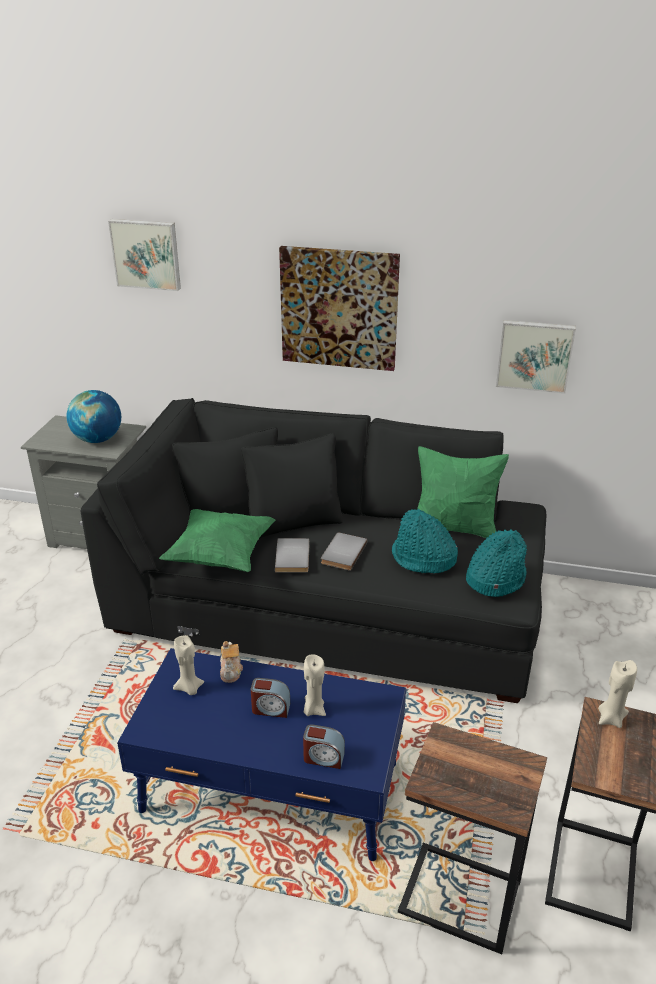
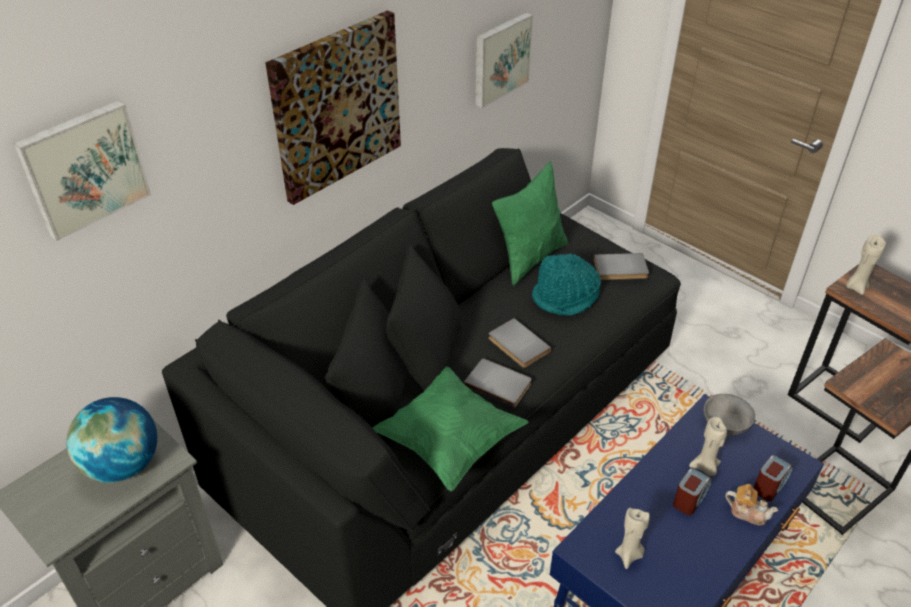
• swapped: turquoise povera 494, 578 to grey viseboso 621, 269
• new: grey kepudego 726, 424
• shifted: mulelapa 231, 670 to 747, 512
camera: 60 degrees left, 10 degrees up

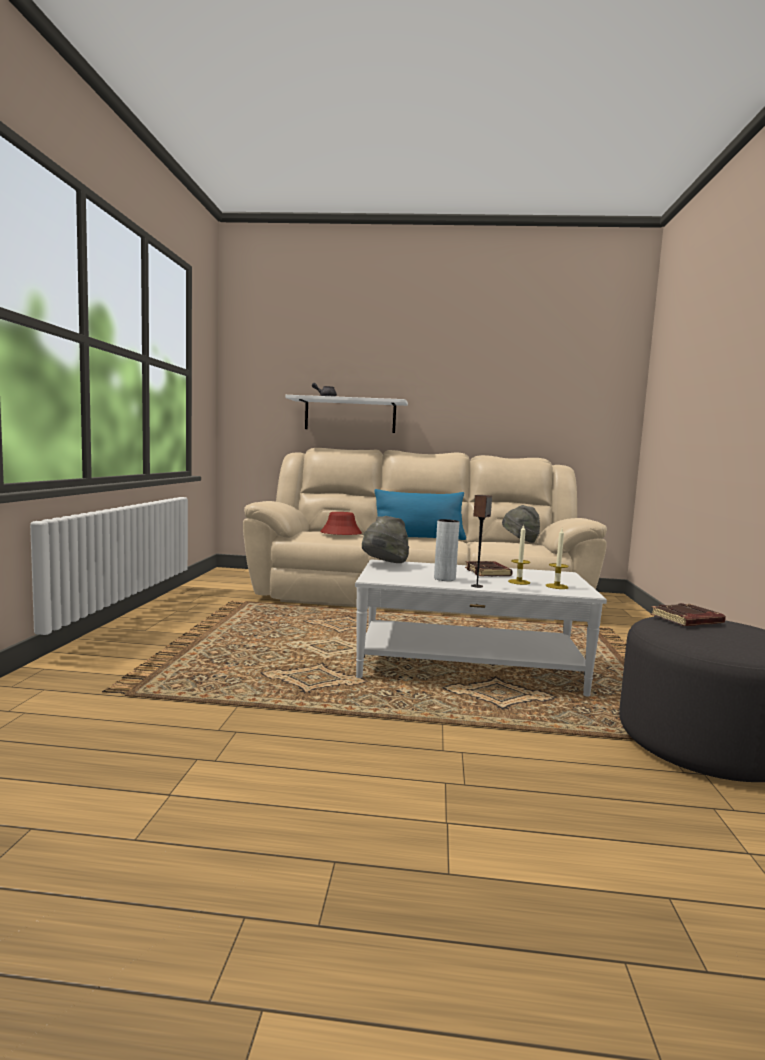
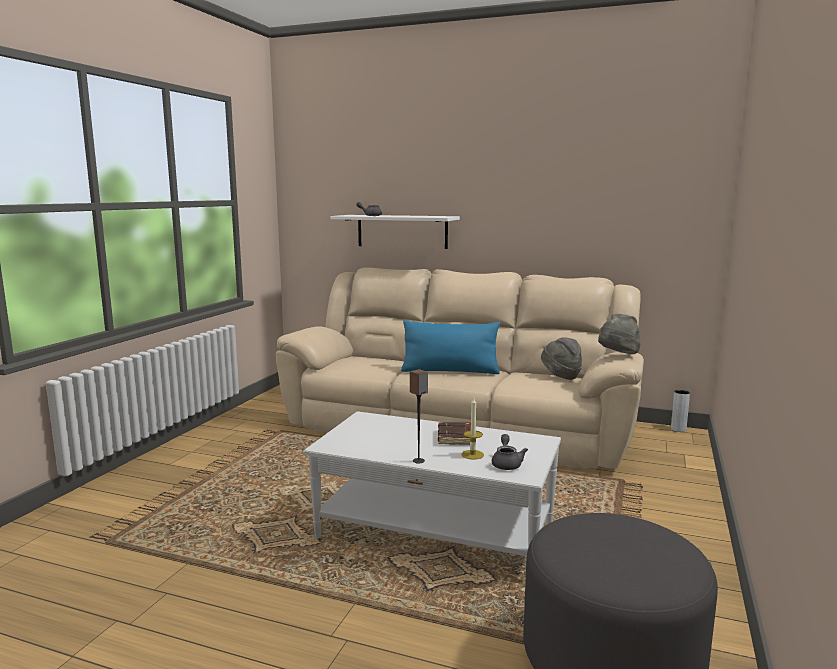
• swapped: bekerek 556, 586 to grey mulelapa 506, 463
• shifted: grey povera 384, 565 to 617, 355
• shifted: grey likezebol 444, 579 to 678, 429
• gone: red povera 340, 533
• gone: brown viseboso 687, 620
camera: 15 degrees right, 5 degrees up

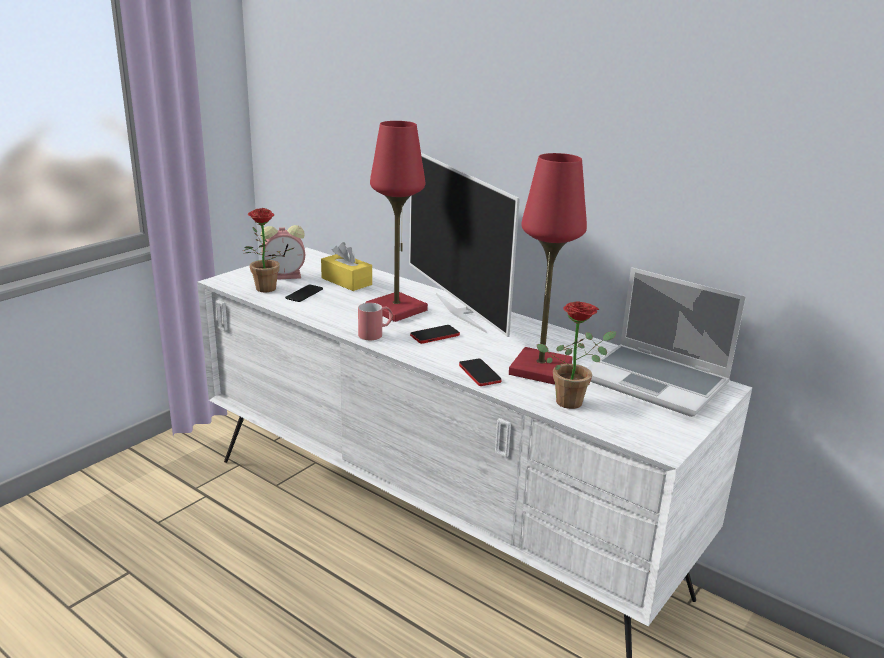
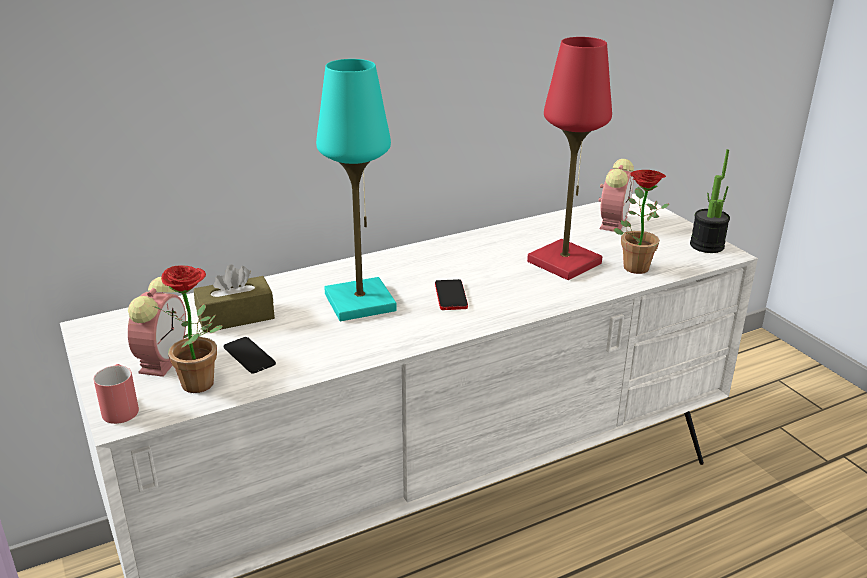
• shifted: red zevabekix 376, 334 to 121, 407
• repainted: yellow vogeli 346, 281 to brown vogeli 235, 317
• repainted: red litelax 396, 309 to turquoise litelax 360, 302
• swapped: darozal 657, 382 to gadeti 613, 222
• new: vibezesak 707, 246
• gone: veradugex 461, 312
• gone: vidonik 479, 373
camera: 65 degrees left, 5 degrees up

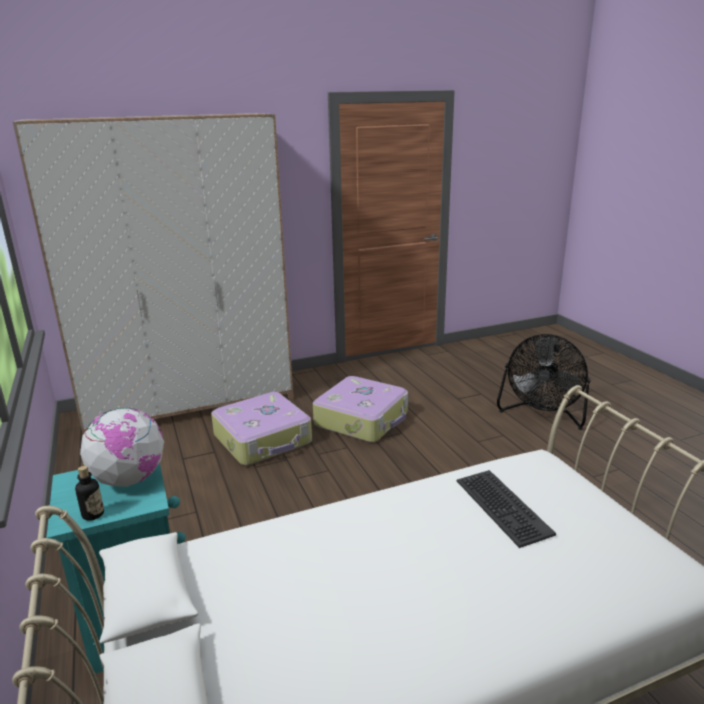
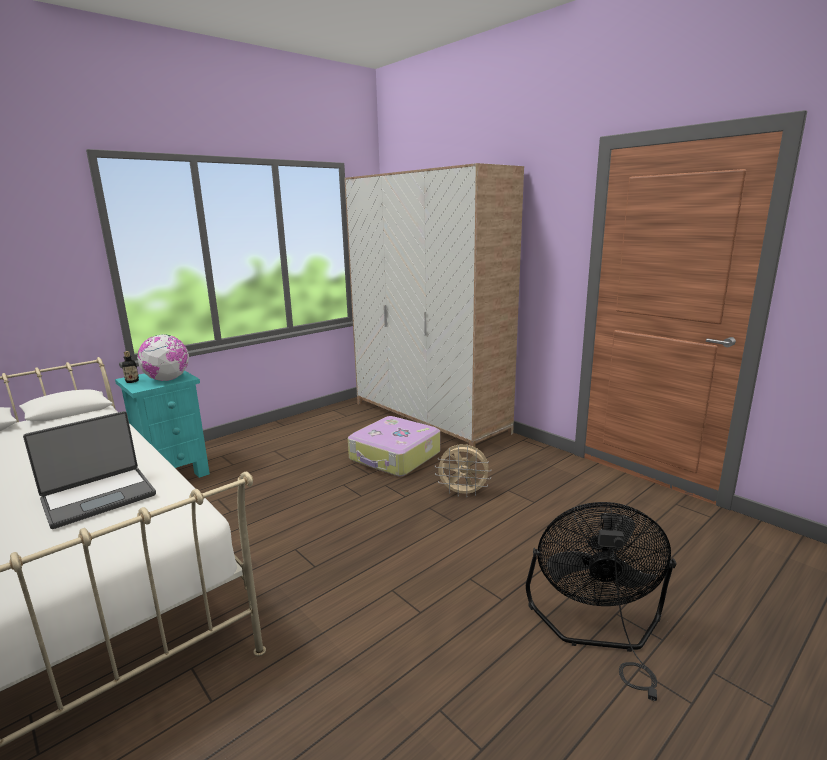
• swapped: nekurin 501, 507 to darozal 98, 497
• swapped: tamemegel 362, 419 to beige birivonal 463, 493
• rotated: black birivonal 540, 412 = 602, 632 90 degrees clockwise
camera: 70 degrees right, 5 degrees down

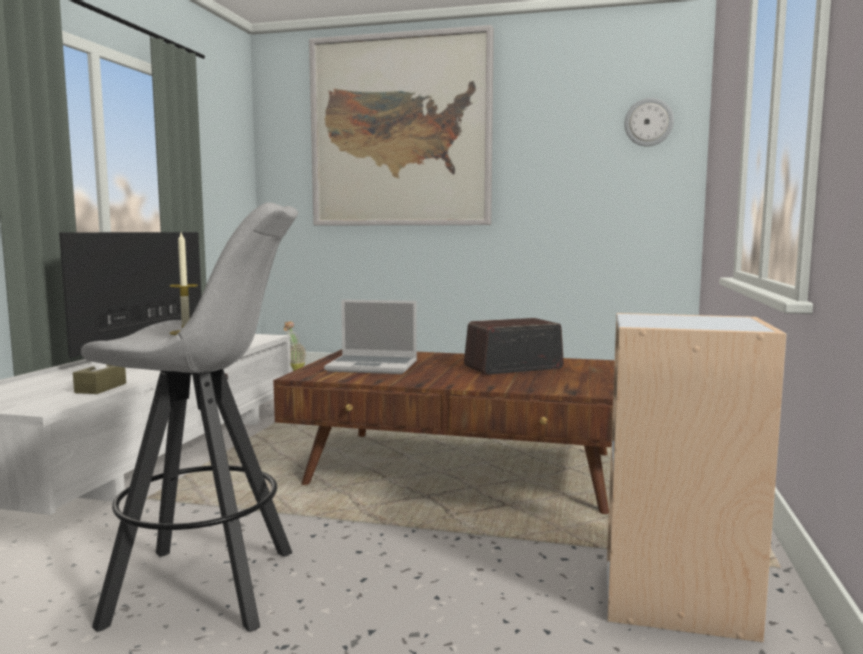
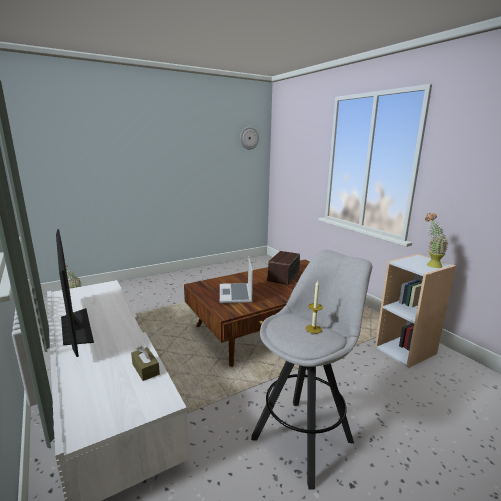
• rotated: darozal 373, 366 = 236, 294 120 degrees clockwise
• new: vibezesak 430, 264
• gone: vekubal 401, 131
camera: 45 degrees left, 10 degrees up

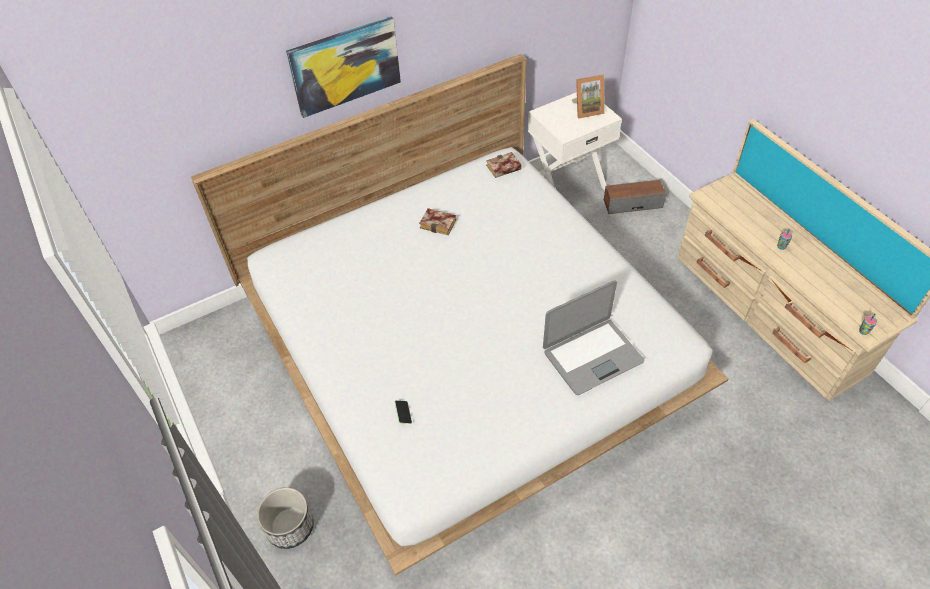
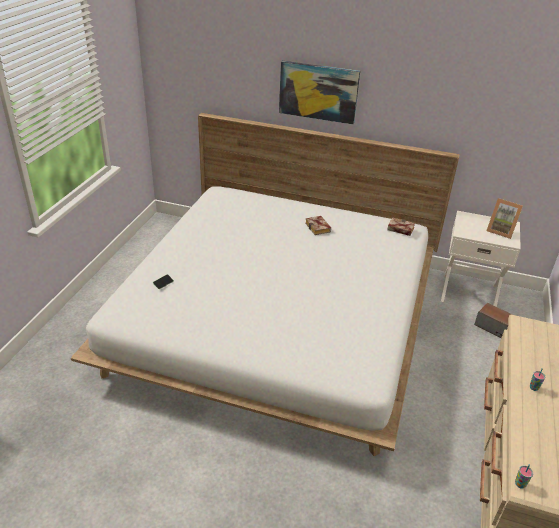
• gone: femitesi 290, 526
• gone: darozal 592, 356
camera: 45 degrees right, 15 degrees down

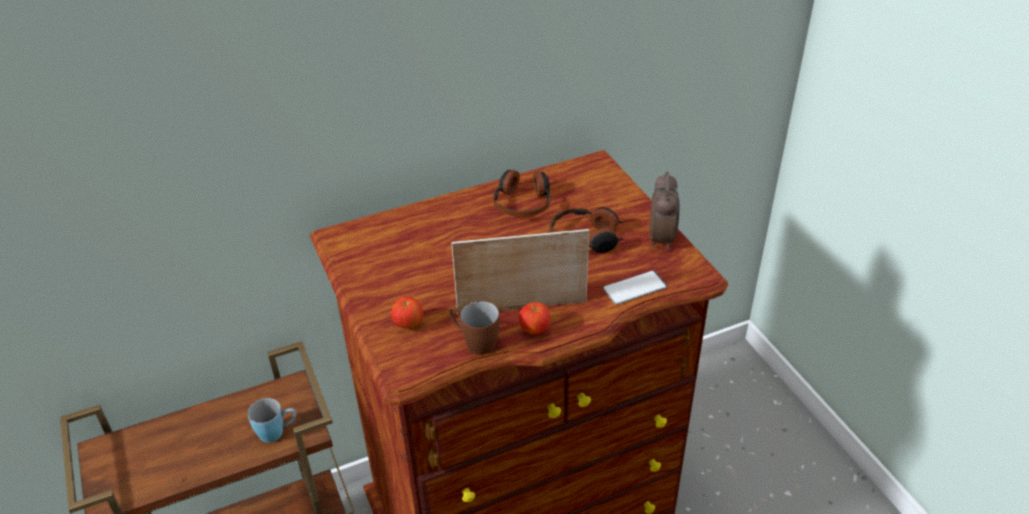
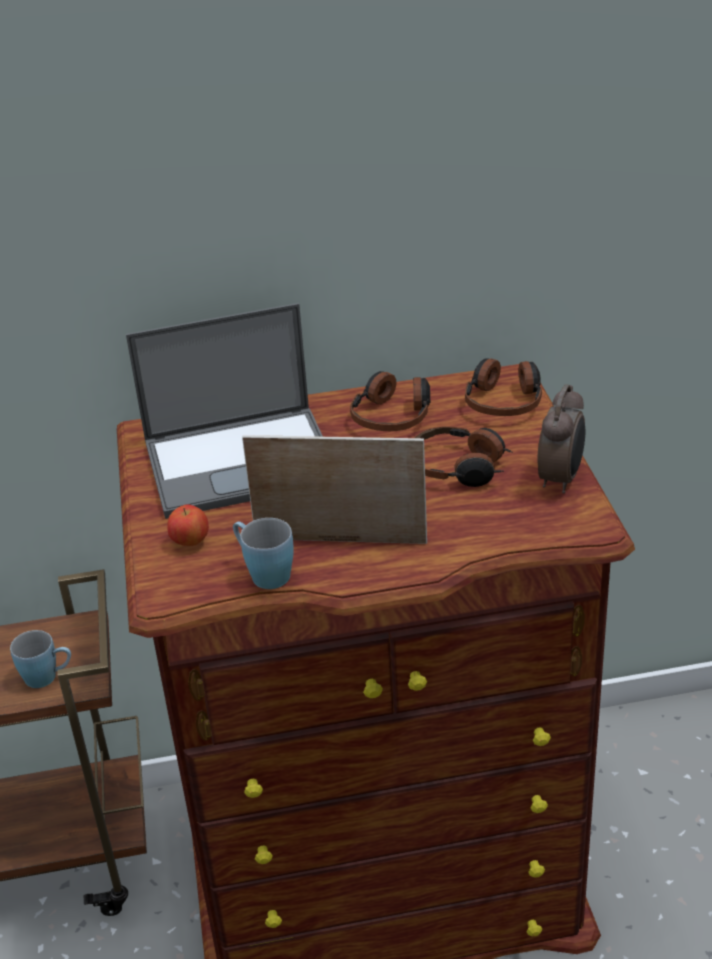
• new: darozal 243, 461
• repainted: brown zevabekix 474, 342 to blue zevabekix 263, 573
• new: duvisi 504, 400
• gone: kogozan 535, 329
• gone: vidonik 635, 288
camera: 15 degrees right, 5 degrees down

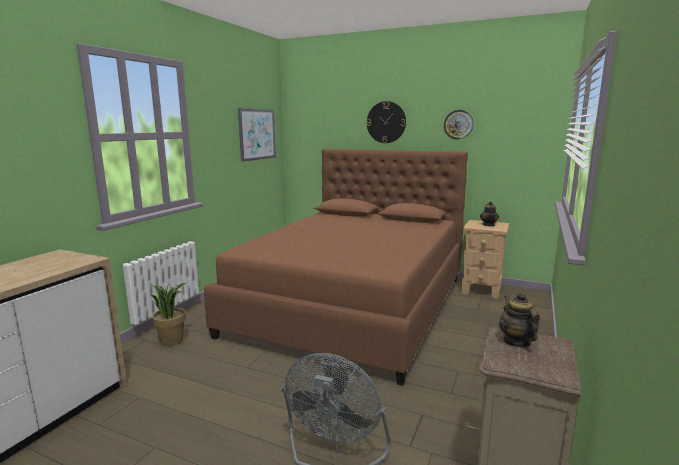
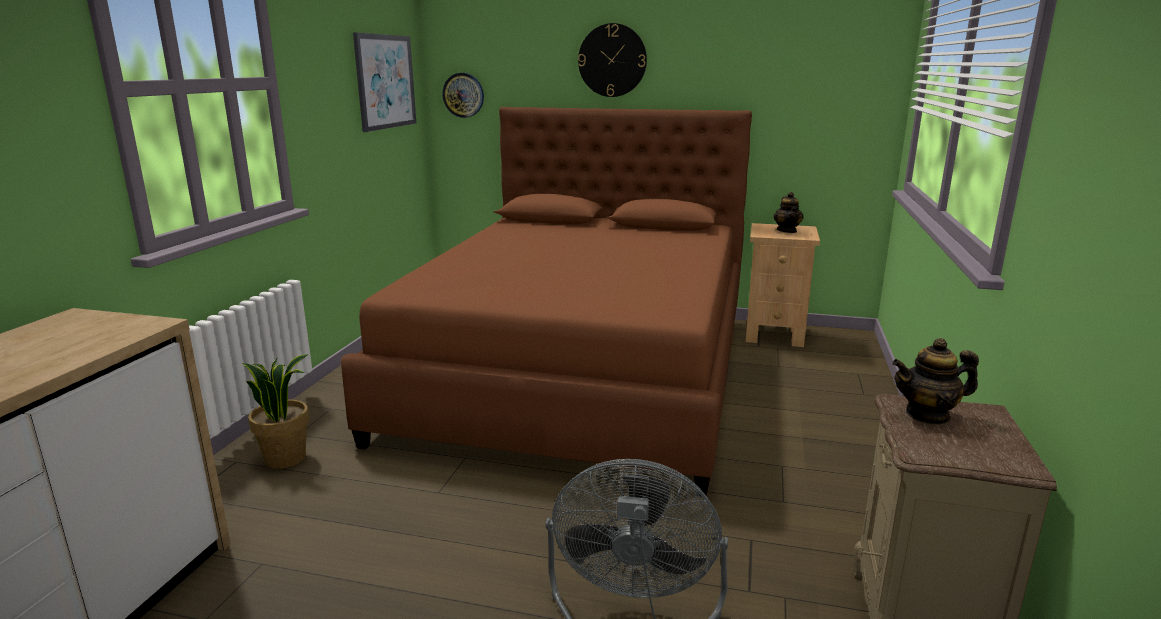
• shifted: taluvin 458, 124 to 463, 95
• rotated: mulelapa 516, 341 = 928, 415 75 degrees counterclockwise
camera: 10 degrees left, 5 degrees up

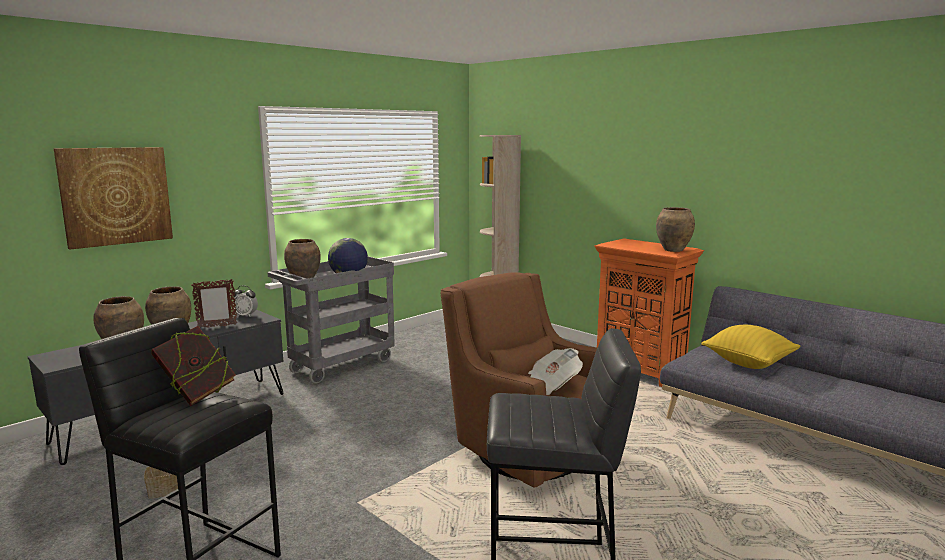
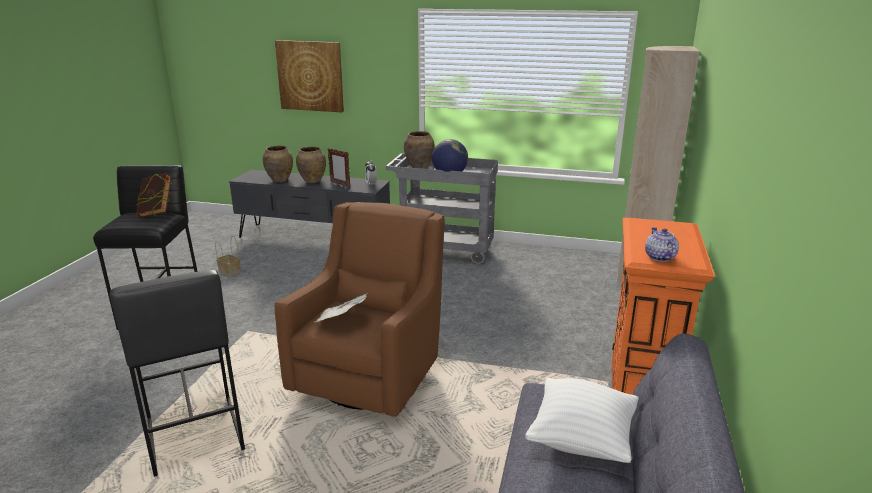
• repainted: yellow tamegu 748, 363 to white tamegu 581, 439
• swapped: brown likezebol 673, 250 to mulelapa 659, 257
camera: 60 degrees right, 10 degrees up

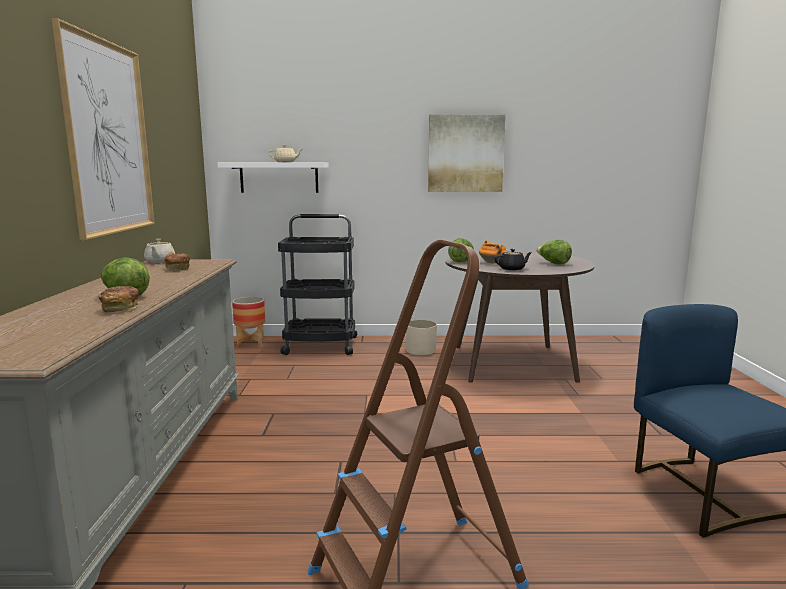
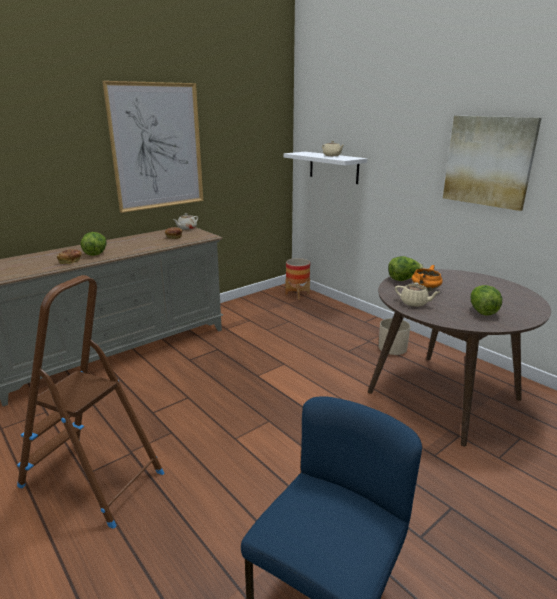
• repainted: black mulelapa 512, 269 to beige mulelapa 414, 303
• gone: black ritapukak 320, 346
camera: 50 degrees right, 10 degrees up

